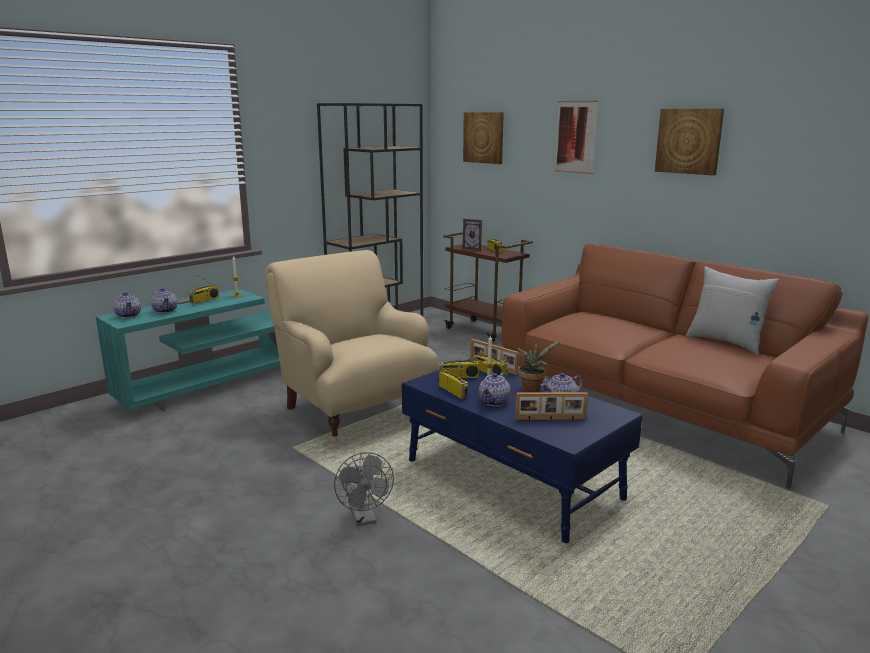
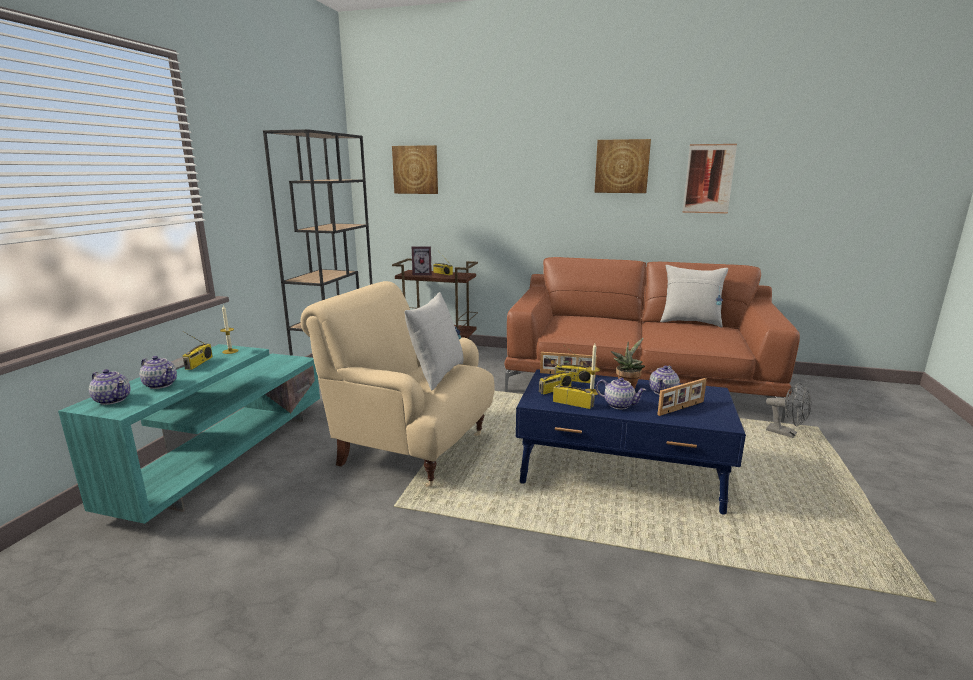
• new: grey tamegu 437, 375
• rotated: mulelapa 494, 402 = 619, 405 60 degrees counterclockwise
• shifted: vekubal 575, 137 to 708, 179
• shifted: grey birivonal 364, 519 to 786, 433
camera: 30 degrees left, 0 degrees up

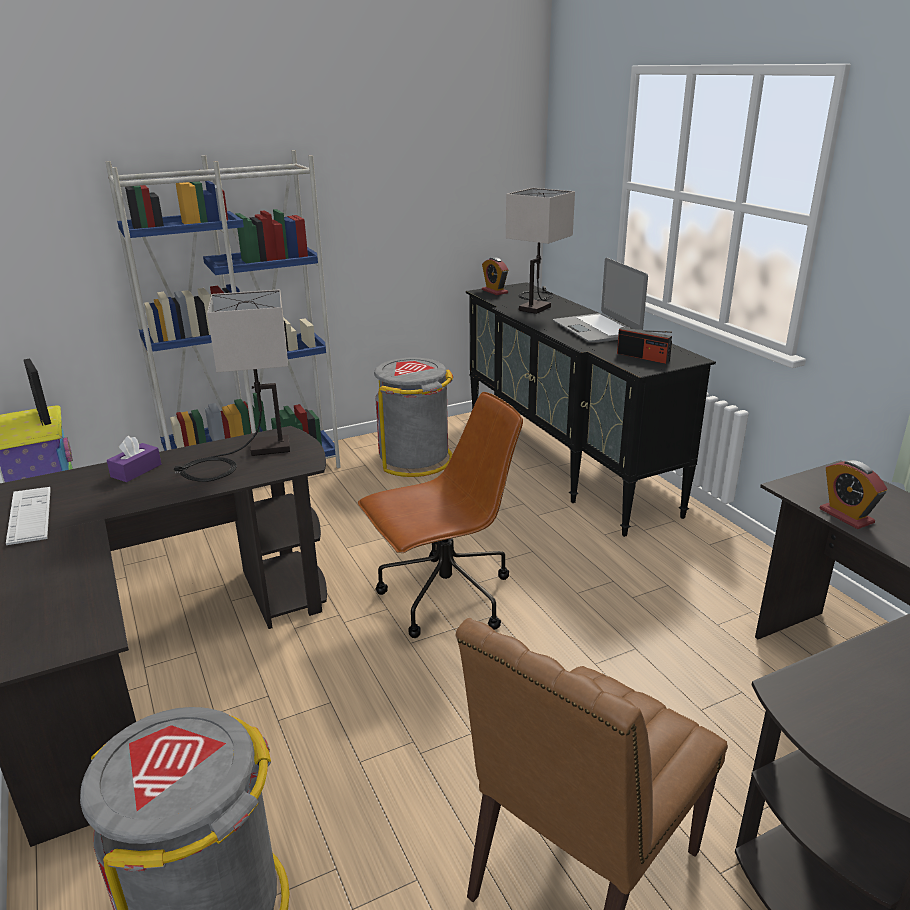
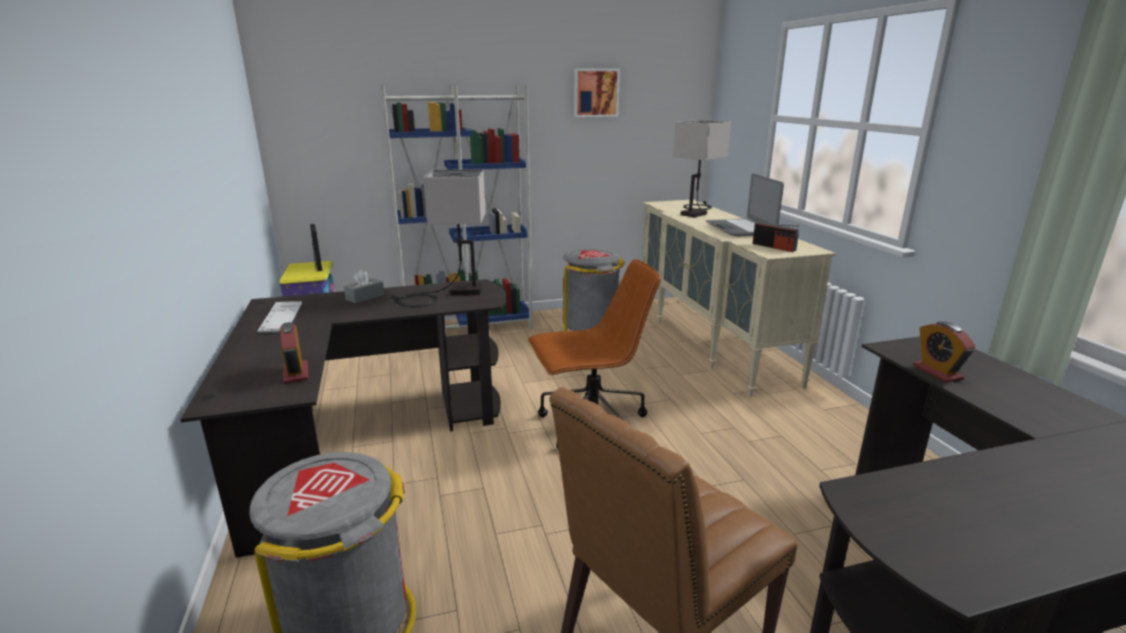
• shifted: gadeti 494, 291 to 296, 373
• repainted: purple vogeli 136, 470 to grey vogeli 365, 297
• new: vekubal 595, 93
• repainted: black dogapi 564, 463 to beige dogapi 710, 340
camera: 10 degrees right, 5 degrees down

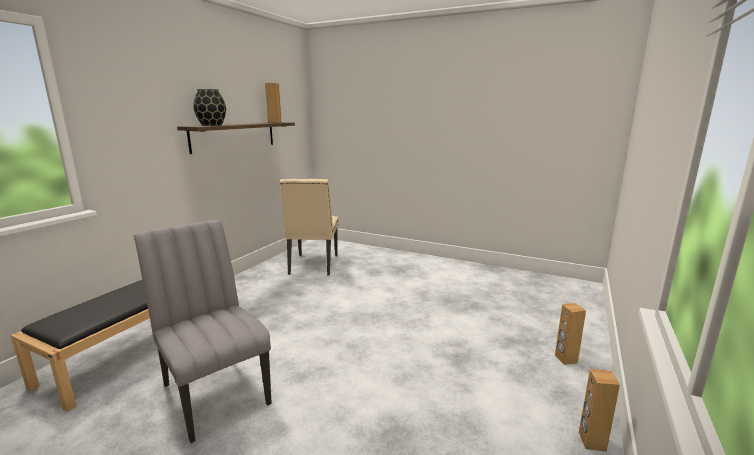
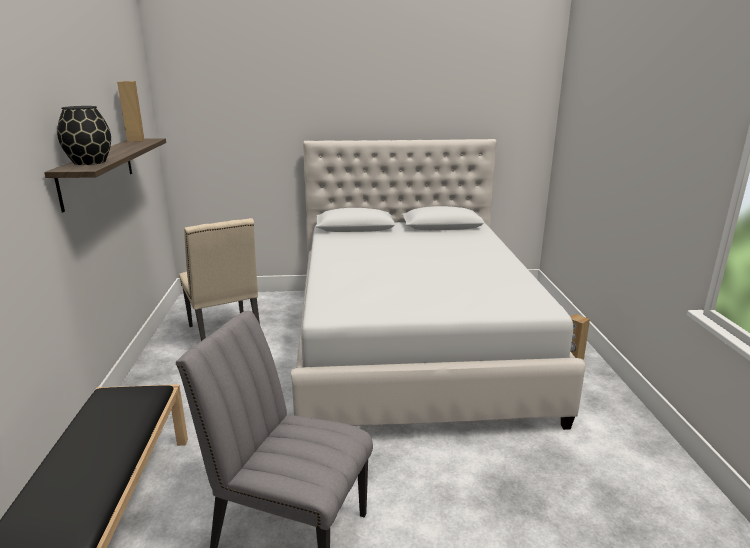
• new: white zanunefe 413, 345
• gone: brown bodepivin 591, 441
camera: 30 degrees left, 5 degrees up

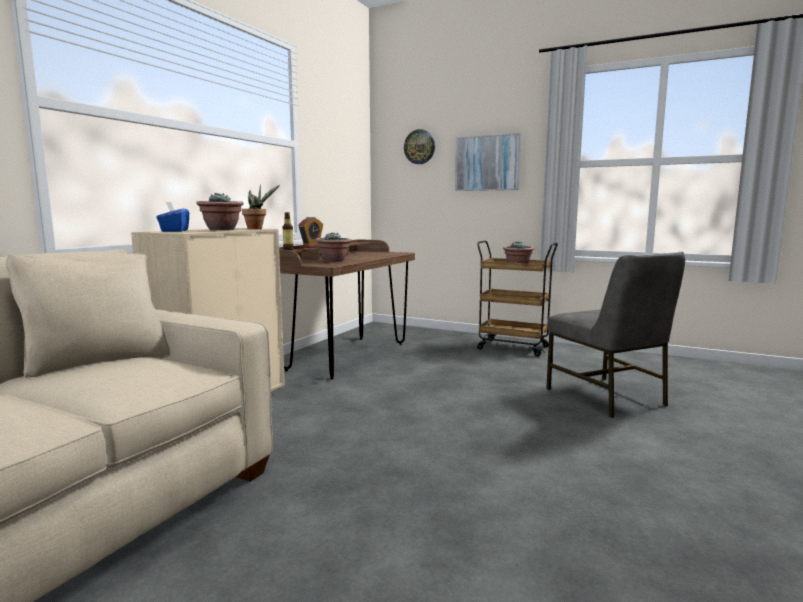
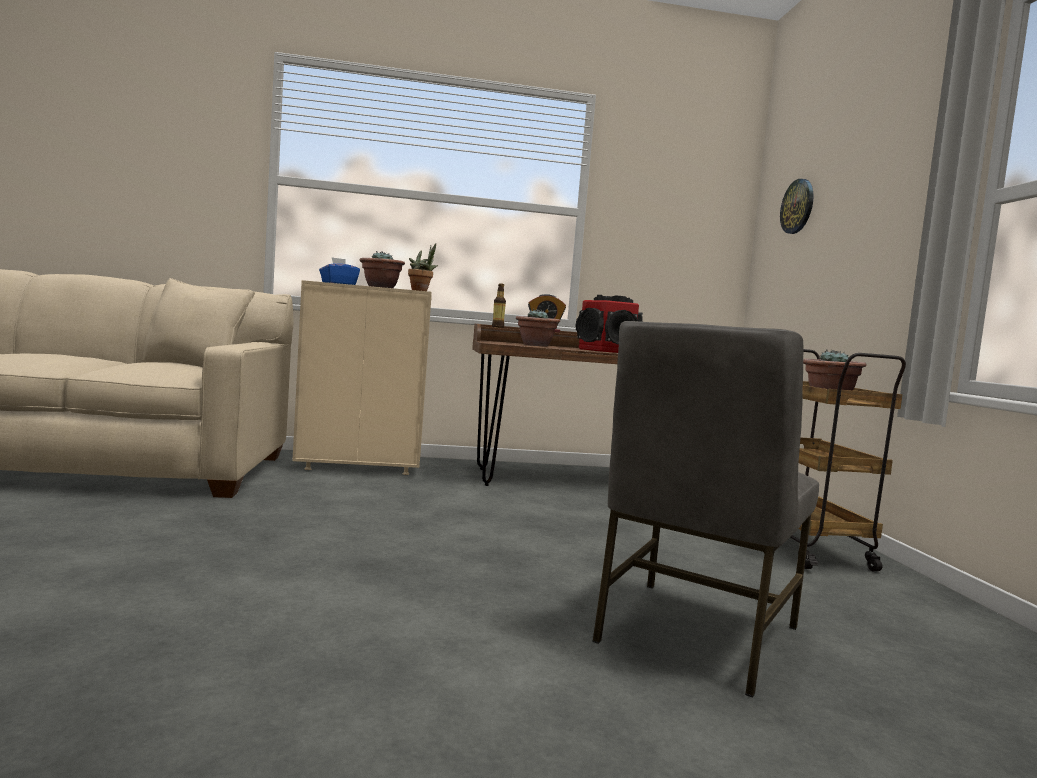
• new: bodepivin 608, 351
• gone: vekubal 487, 163
camera: 55 degrees right, 5 degrees down

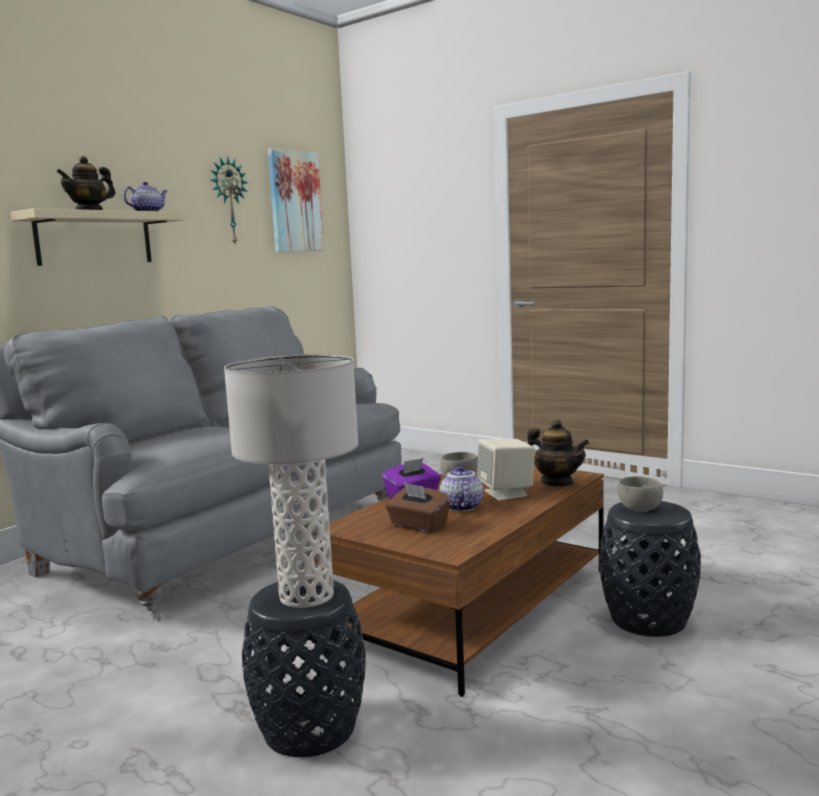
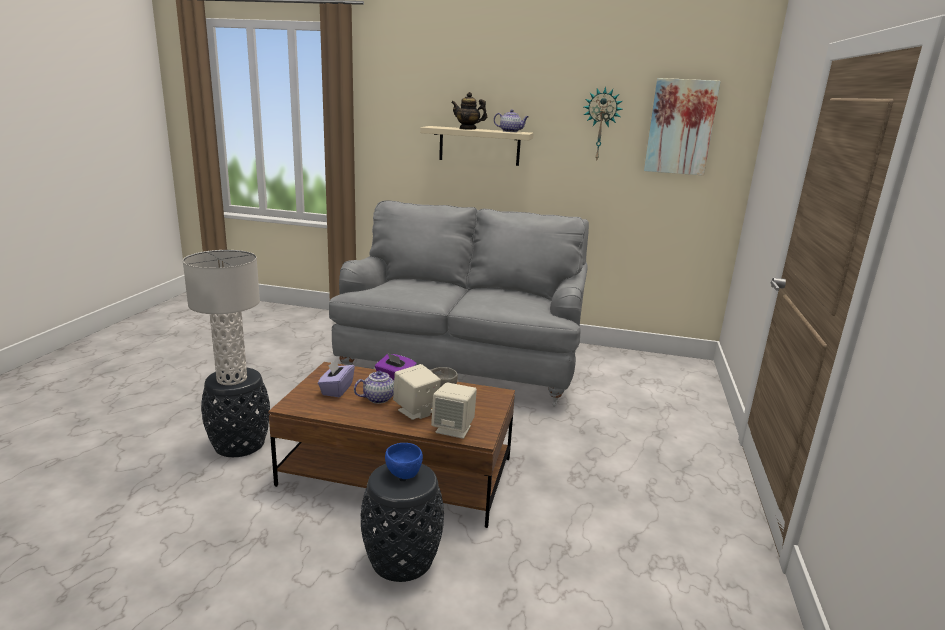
• repainted: brown vogeli 418, 526 to purple vogeli 336, 389
• repainted: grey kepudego 640, 510 to blue kepudego 403, 474
• swapped: mulelapa 557, 482 to beige bodepivin 454, 429
camera: 65 degrees right, 10 degrees up

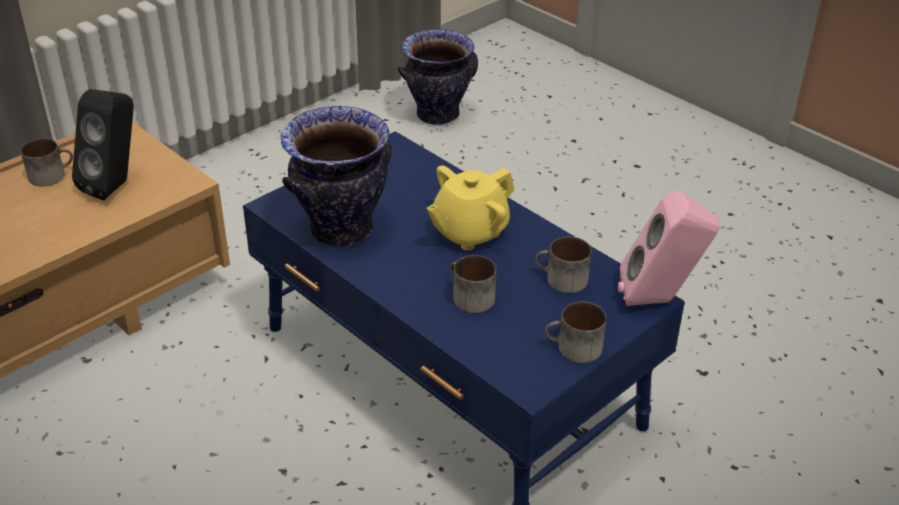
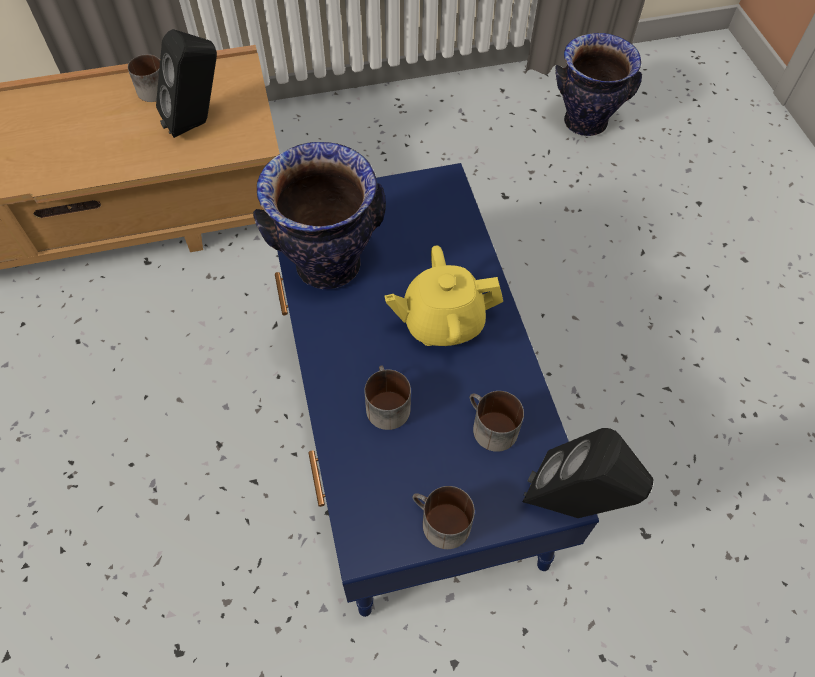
• repainted: pink bodepivin 660, 300 to black bodepivin 572, 506
camera: 30 degrees right, 20 degrees up

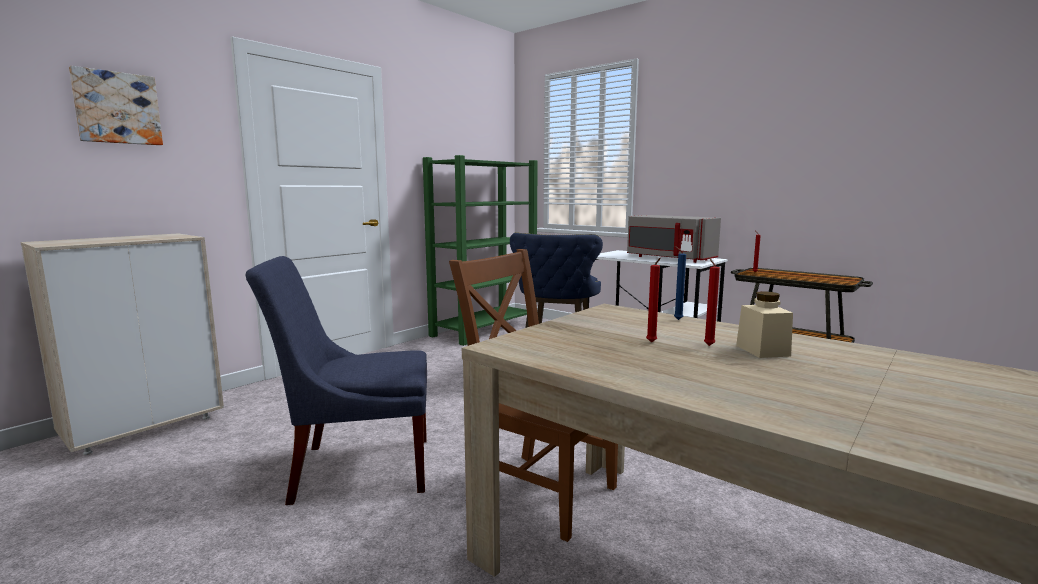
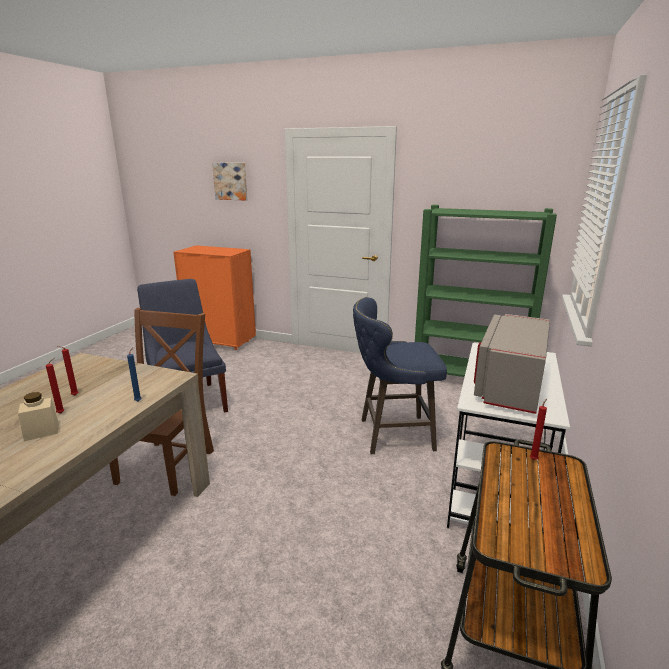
• repainted: beige dogapi 146, 427 to orange dogapi 222, 342
camera: 70 degrees right, 10 degrees up

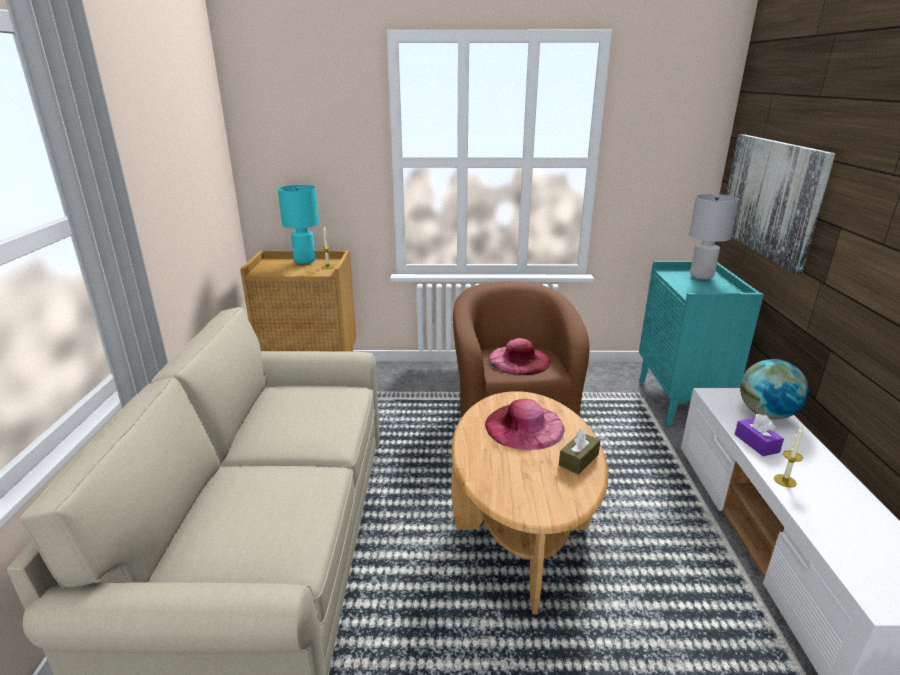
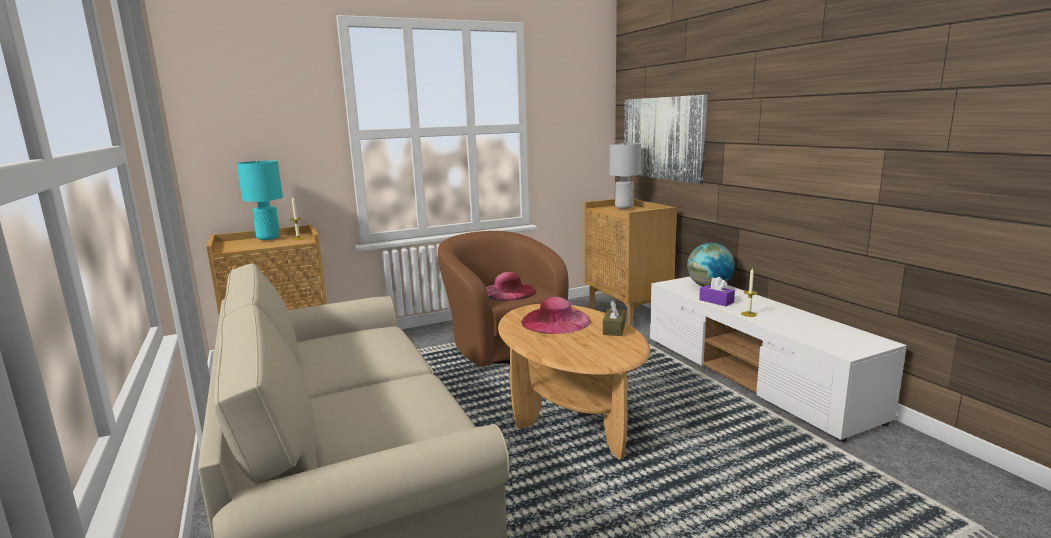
• repainted: turquoise dogapi 679, 402 to brown dogapi 627, 314
camera: 25 degrees left, 10 degrees down

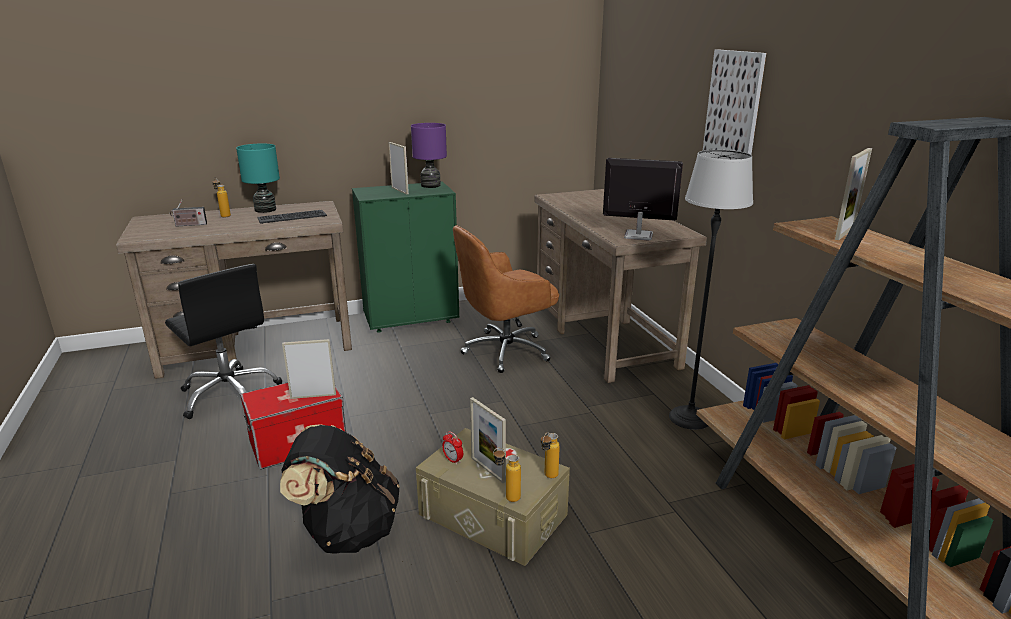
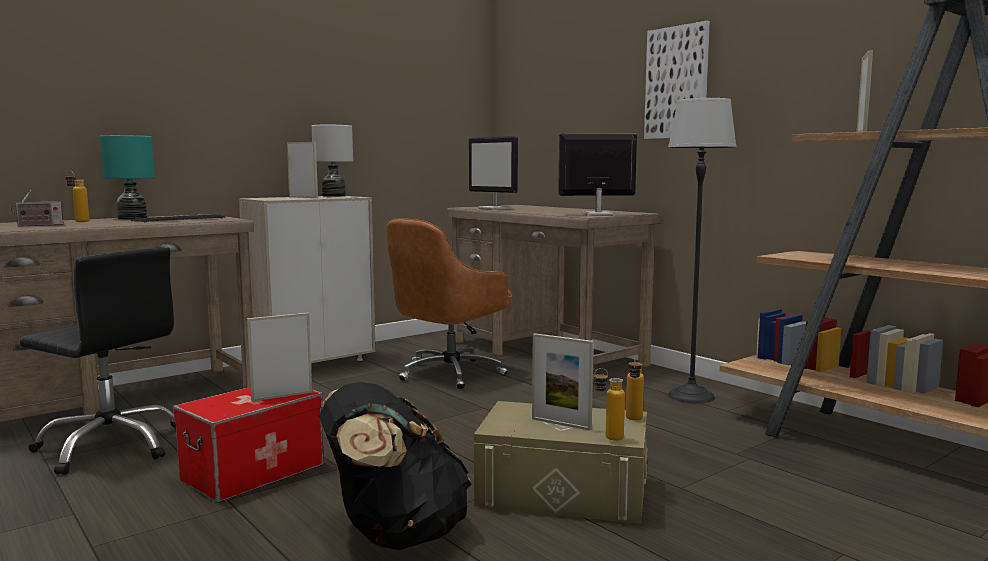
• repainted: green dogapi 412, 320 to beige dogapi 313, 362
• repainted: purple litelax 431, 185 to grey litelax 334, 196
• new: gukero 494, 208
• gone: gadeti 453, 460
camera: 20 degrees left, 15 degrees down

